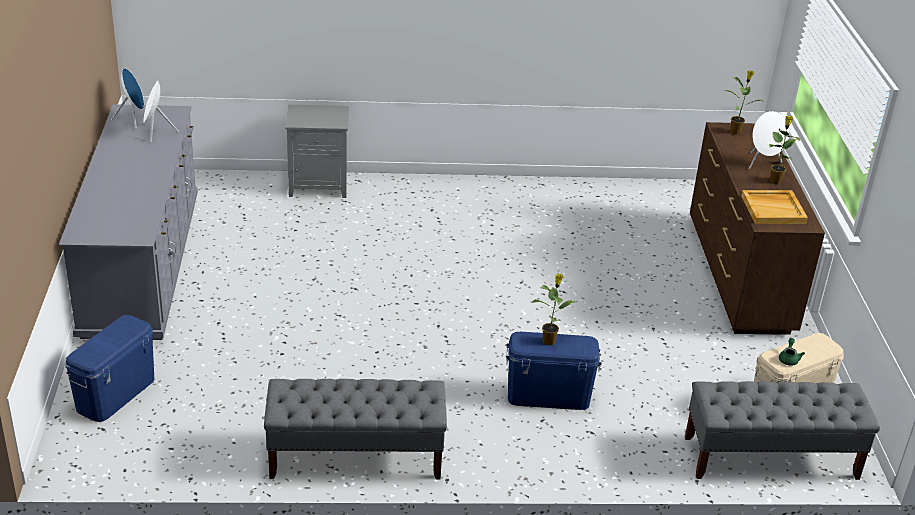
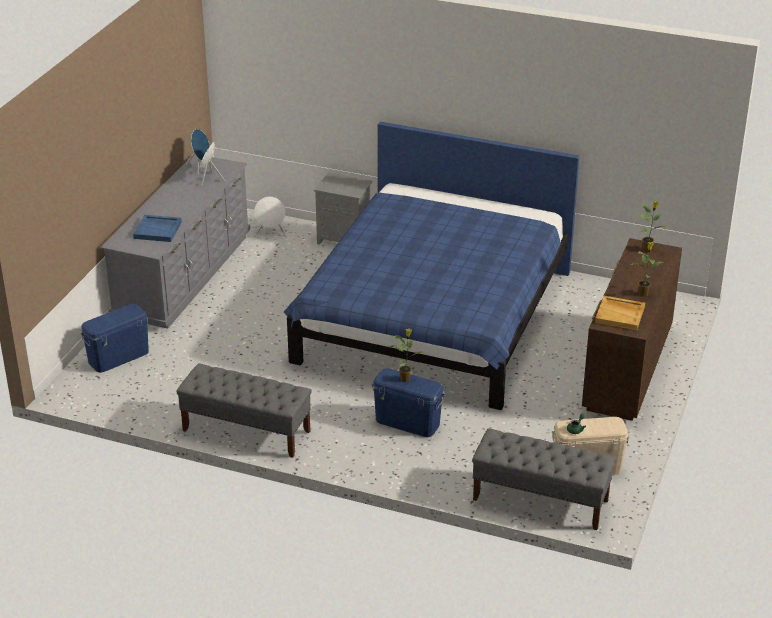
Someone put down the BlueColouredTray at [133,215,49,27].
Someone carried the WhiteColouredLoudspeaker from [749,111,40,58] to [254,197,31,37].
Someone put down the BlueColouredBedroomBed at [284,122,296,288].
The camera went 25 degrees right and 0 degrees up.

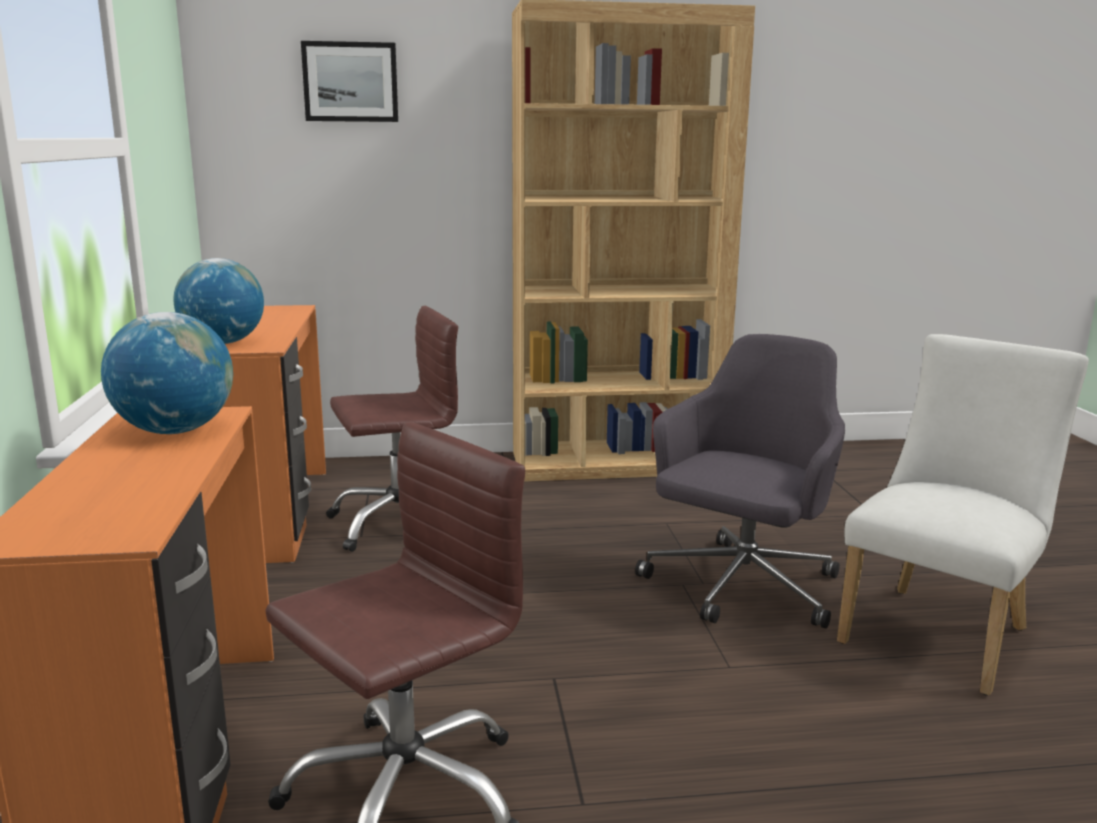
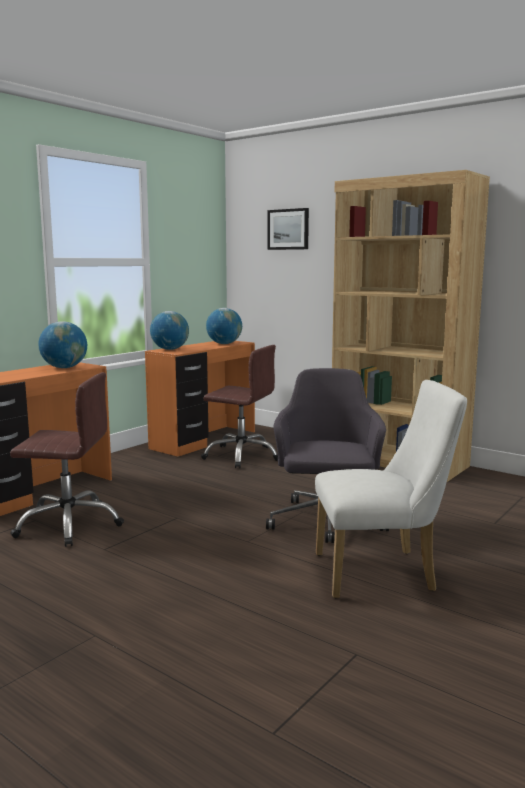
Someone put down the Globe at [206,308,36,36].
Someone rotated the GrayDeskChair at [635,334,210,295] by 75 degrees counterclockwise.
The camera went 45 degrees right and 5 degrees down.

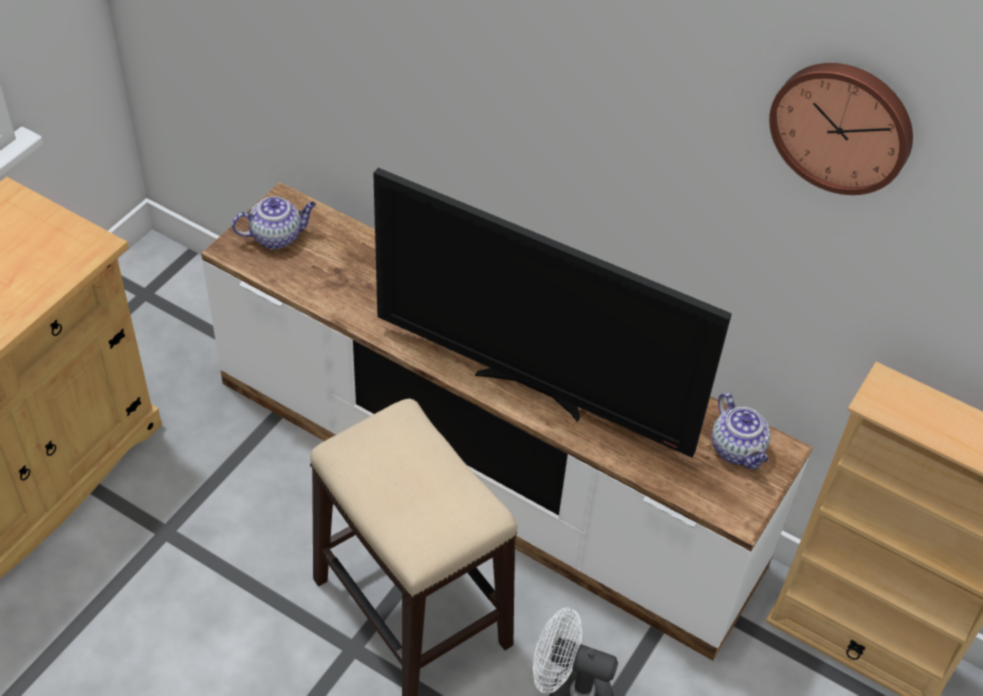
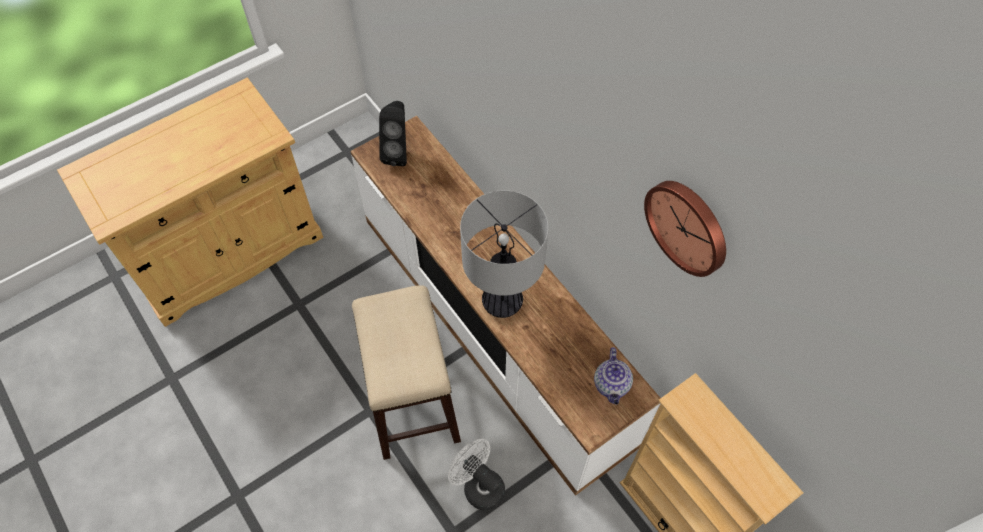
Someone swapped the TeaPot at [232,196,84,53] for the BlackLoudspeaker at [379,101,28,65].
Someone swapped the TvSet at [373,168,359,290] for the TabletopLamp at [460,190,89,128].
The camera went 25 degrees right and 10 degrees up.

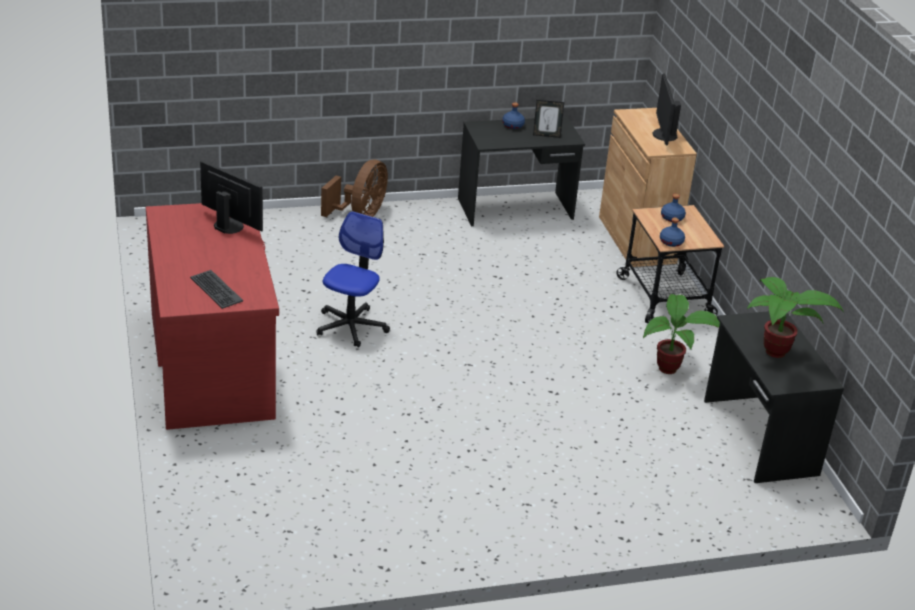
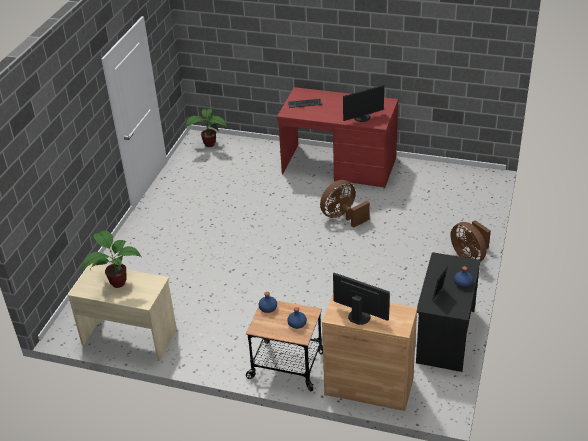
Someone repainted the BlackDeskTable at [704,311,140,172], which became the BeigeColouredDeskTable at [68,264,109,97].
Someone carried the PottedPlant from [643,294,77,80] to [186,109,41,38].
Someone swapped the DeskChair at [316,211,74,136] for the BrownishCoolingFan at [320,180,50,48].
The camera went 125 degrees right and 5 degrees up.

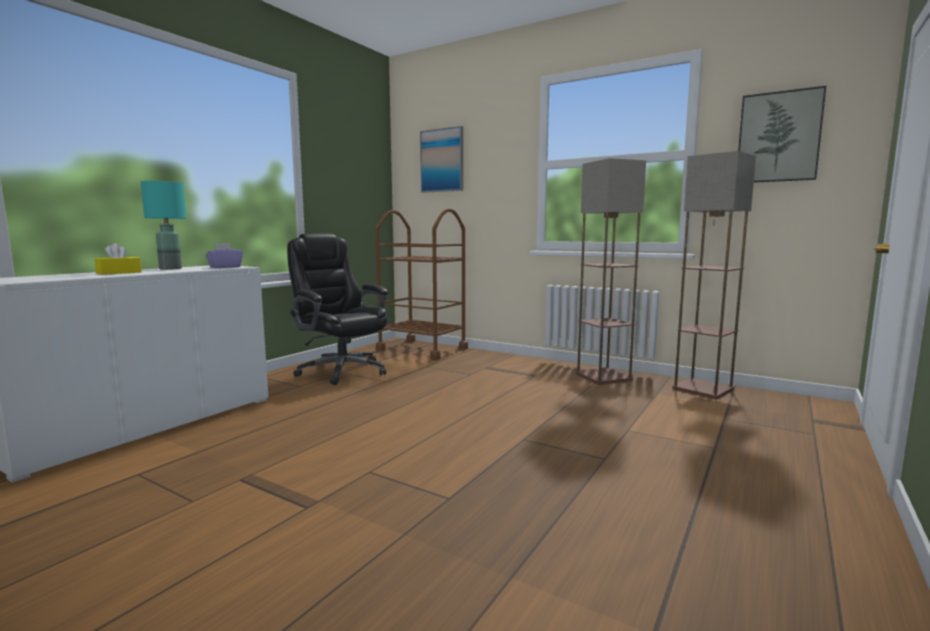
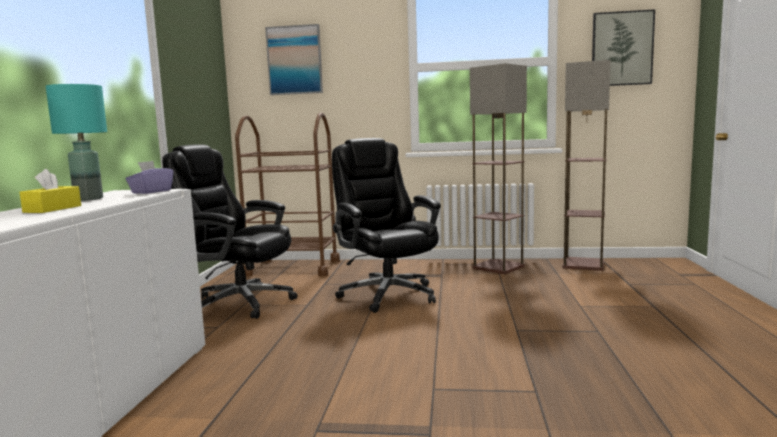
Someone put down the BlackDeskChair at [332,138,109,175].
The camera went 25 degrees left and 0 degrees up.

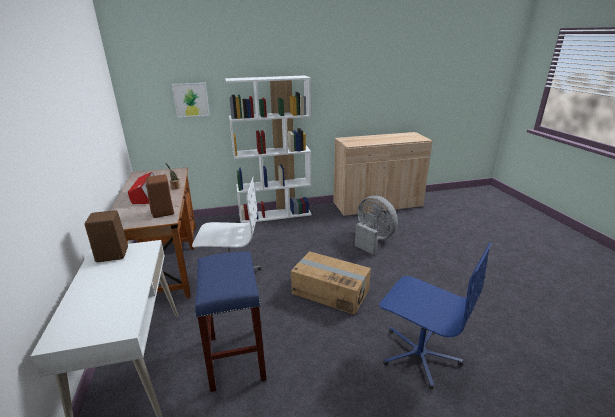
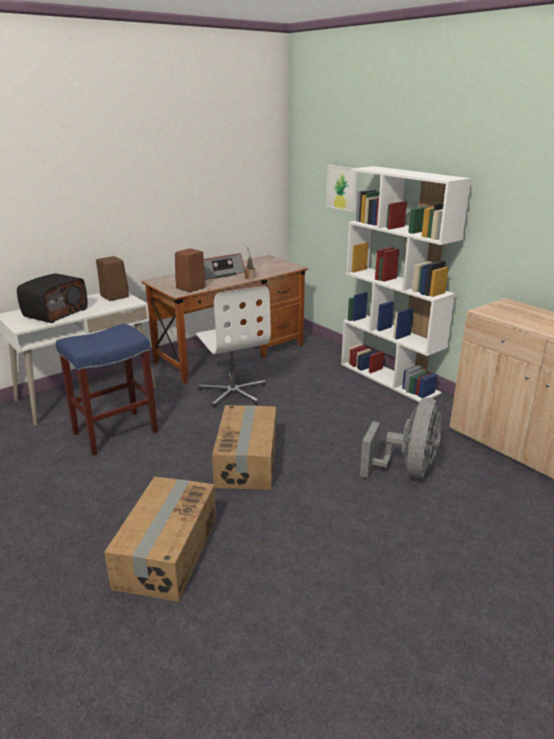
Someone put down the RadioReceiver at [17,273,71,50].
Someone swapped the BlueColouredDeskChair at [379,243,113,146] for the CardboardBox at [104,477,112,125].
The camera went 65 degrees right and 0 degrees up.

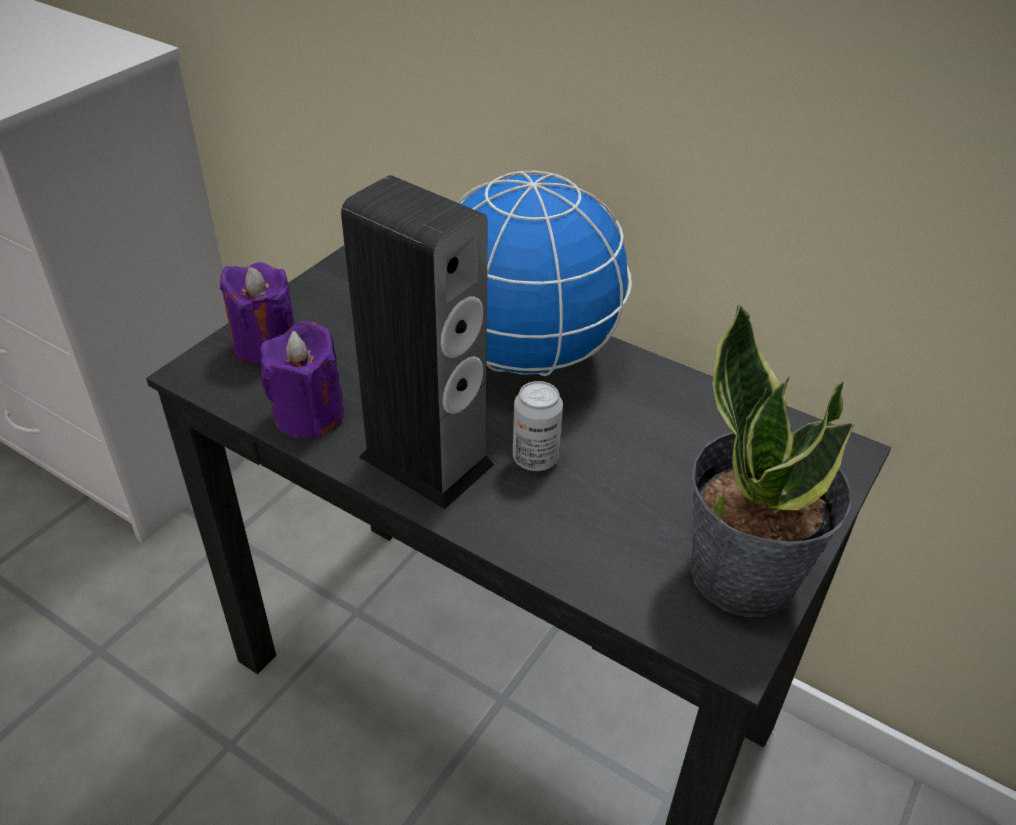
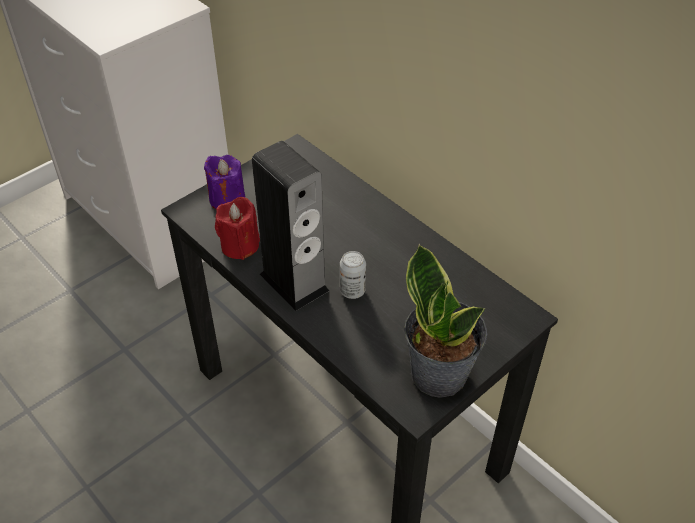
Someone repainted the PurpleColouredCandle at [261,321,83,117], which became the ReddishCandle at [215,197,45,63].
Someone took away the Globe at [457,171,175,205].
The camera went 15 degrees right and 5 degrees up.

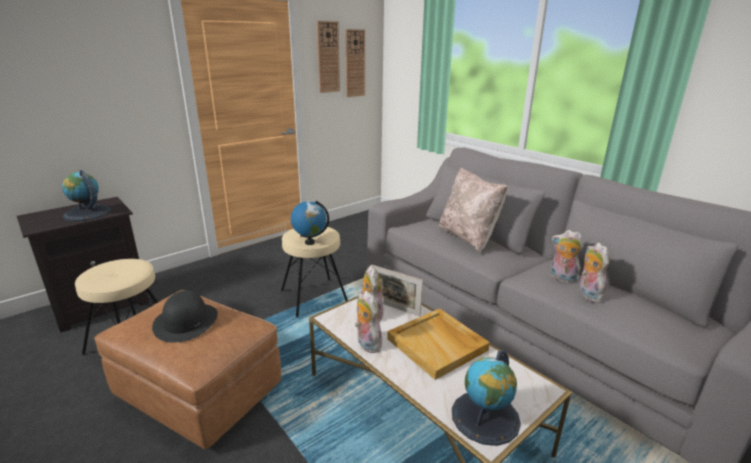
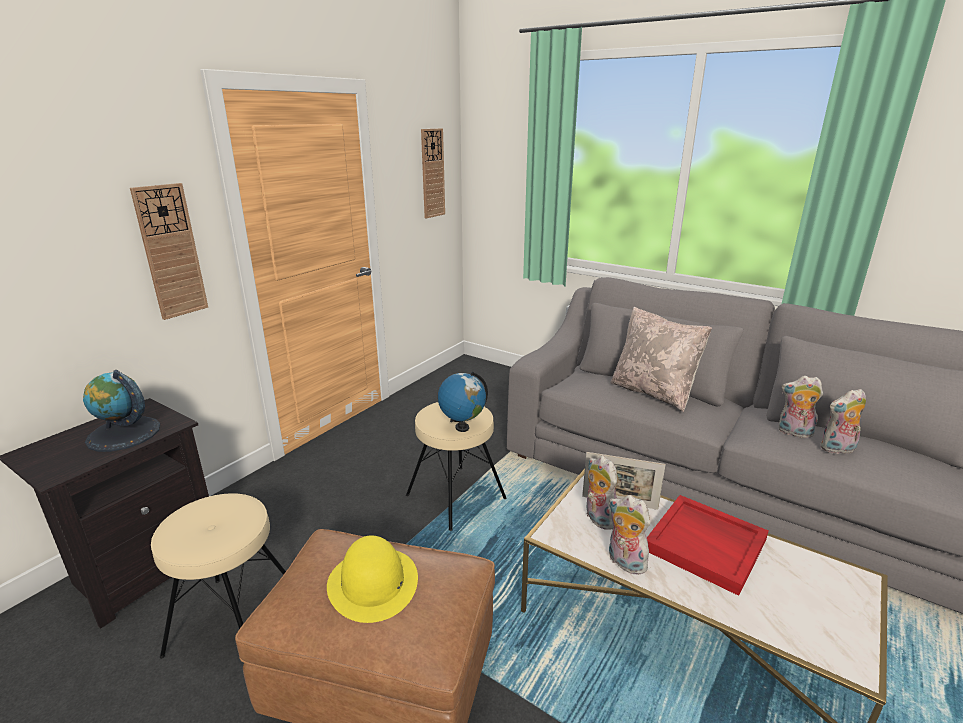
Someone carried the HangingClock from [317,21,23,72] to [130,183,78,137].
Someone repainted the BlackClothingHat at [152,290,66,53], which became the YellowClothingHat at [327,535,91,88].
Someone repainted the BeigeColouredTray at [387,308,103,72], which became the ReddishTray at [647,495,121,101].
Someone rotated the SoftToy at [579,243,31,60] by 75 degrees counterclockwise.
Someone took away the Globe at [452,350,69,96].
The camera went 15 degrees left and 0 degrees up.

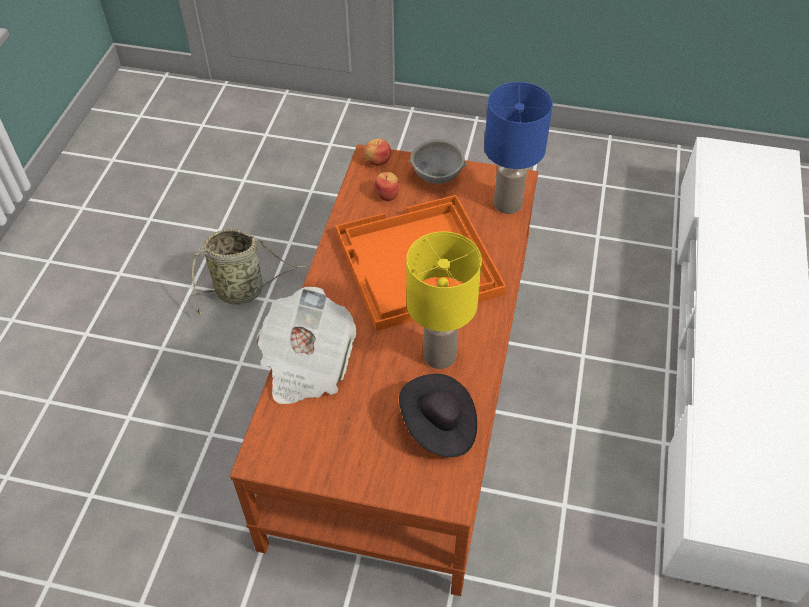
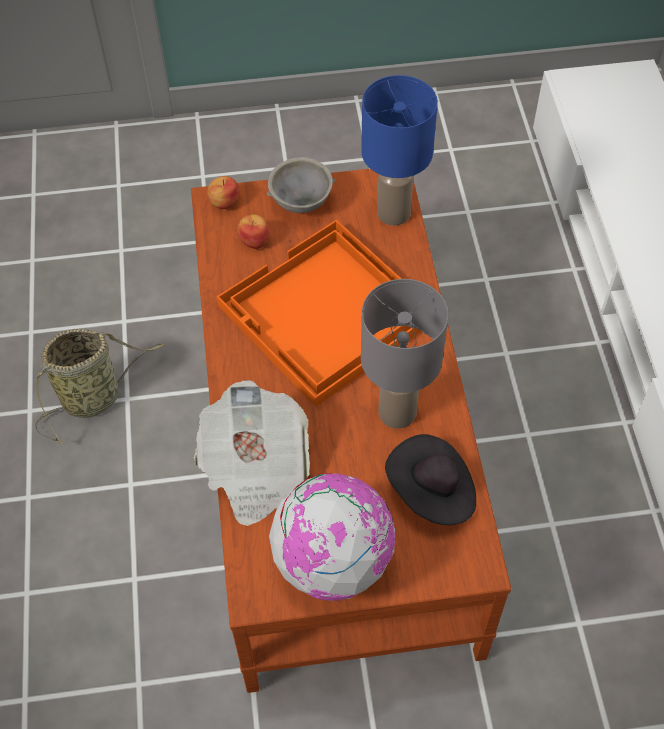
Someone put down the Globe at [269,473,126,128].
Someone repainted the YellowTabletopLamp at [406,231,76,138], which became the GrayTabletopLamp at [361,279,87,150].
The camera went 20 degrees left and 5 degrees up.

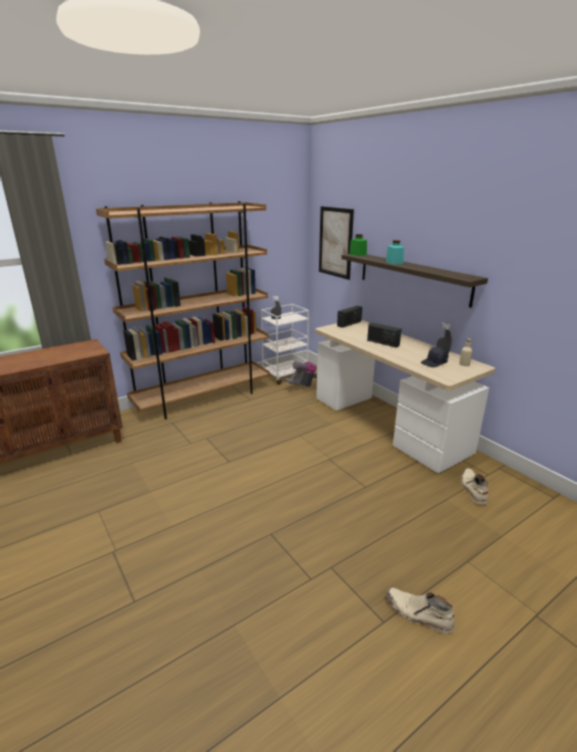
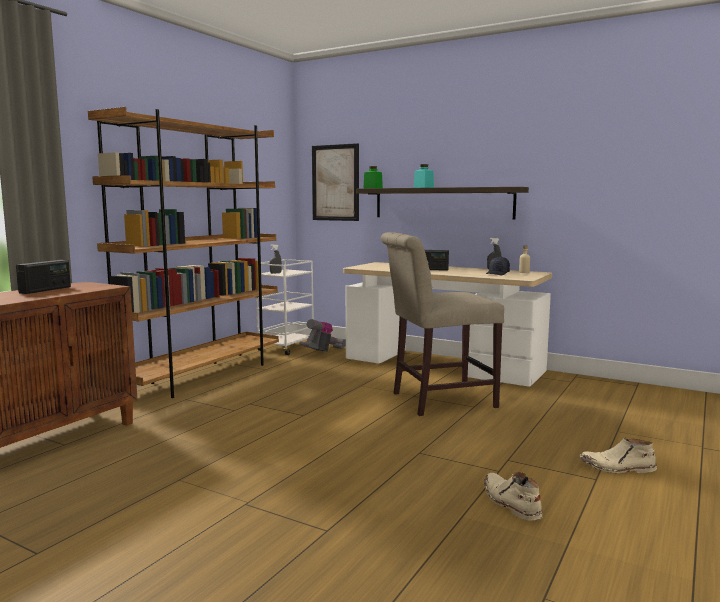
Someone carried the RadioReceiver from [337,306,25,22] to [16,260,55,34].
Someone put down the BeigeColouredChair at [381,232,123,184].
Someone carried the BeigeColouredBoot from [461,468,27,37] to [484,472,58,48].
The camera went 25 degrees left and 15 degrees down.

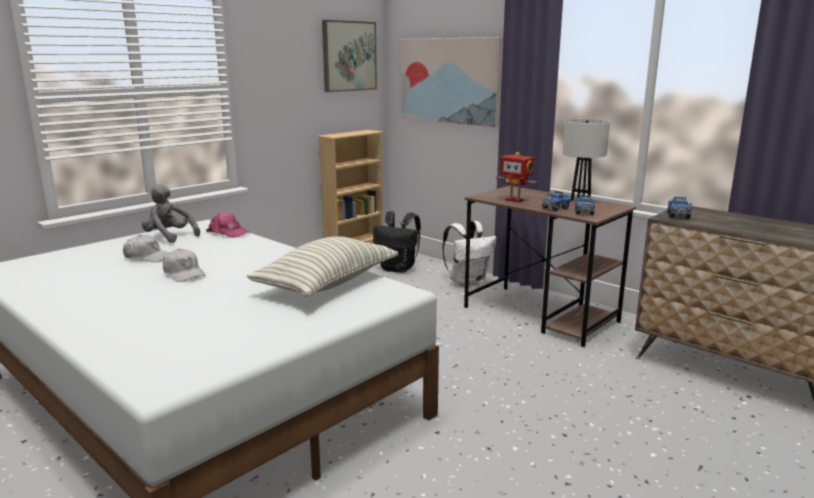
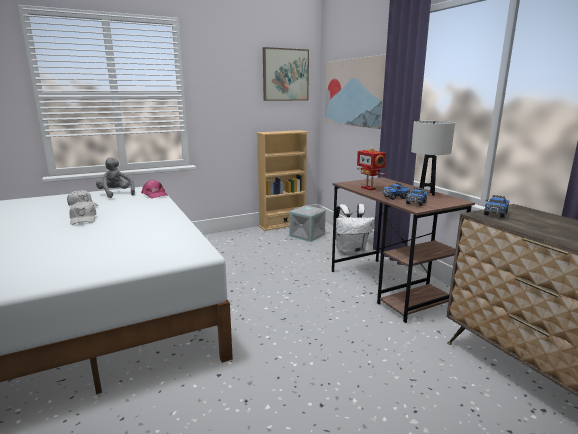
Someone swapped the BlackKnapsack at [373,211,48,62] for the GrayStorageBox at [290,205,36,37].
Someone took away the ThrowPillow at [247,236,151,61].
The camera went 20 degrees right and 0 degrees up.

